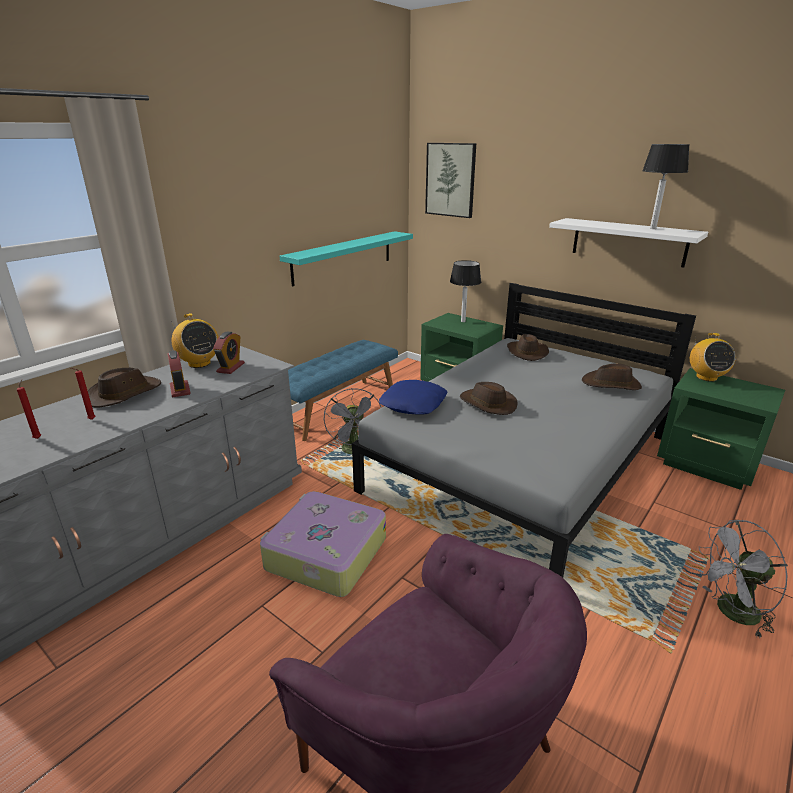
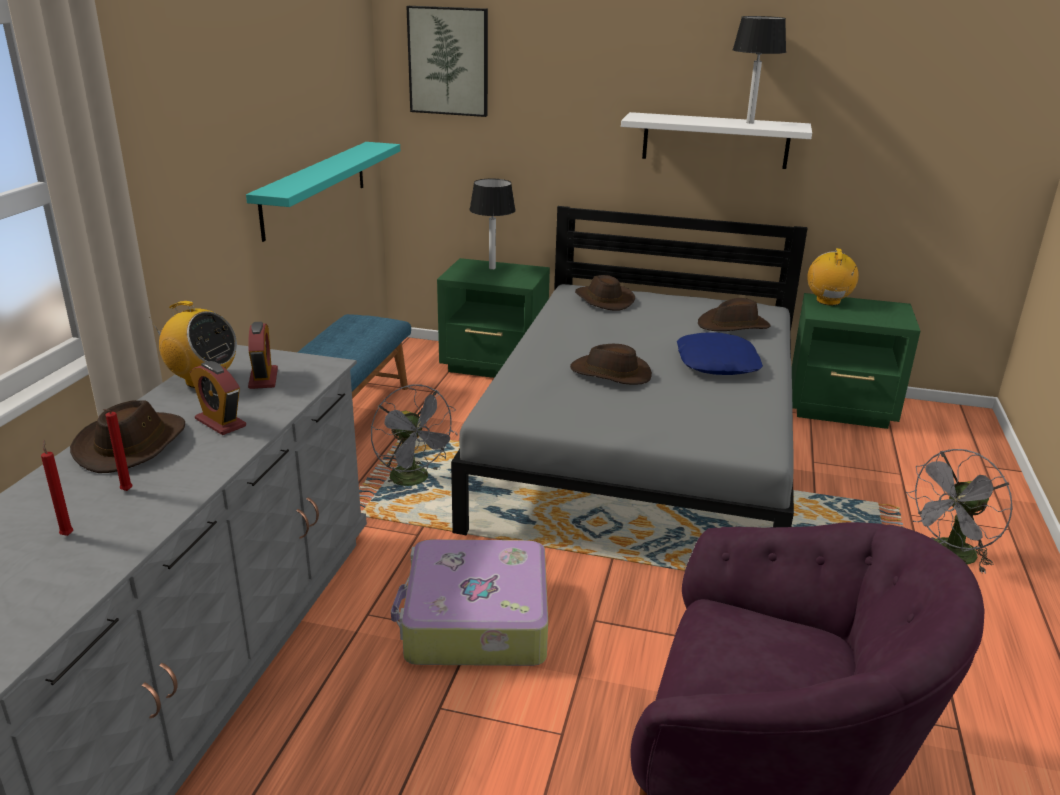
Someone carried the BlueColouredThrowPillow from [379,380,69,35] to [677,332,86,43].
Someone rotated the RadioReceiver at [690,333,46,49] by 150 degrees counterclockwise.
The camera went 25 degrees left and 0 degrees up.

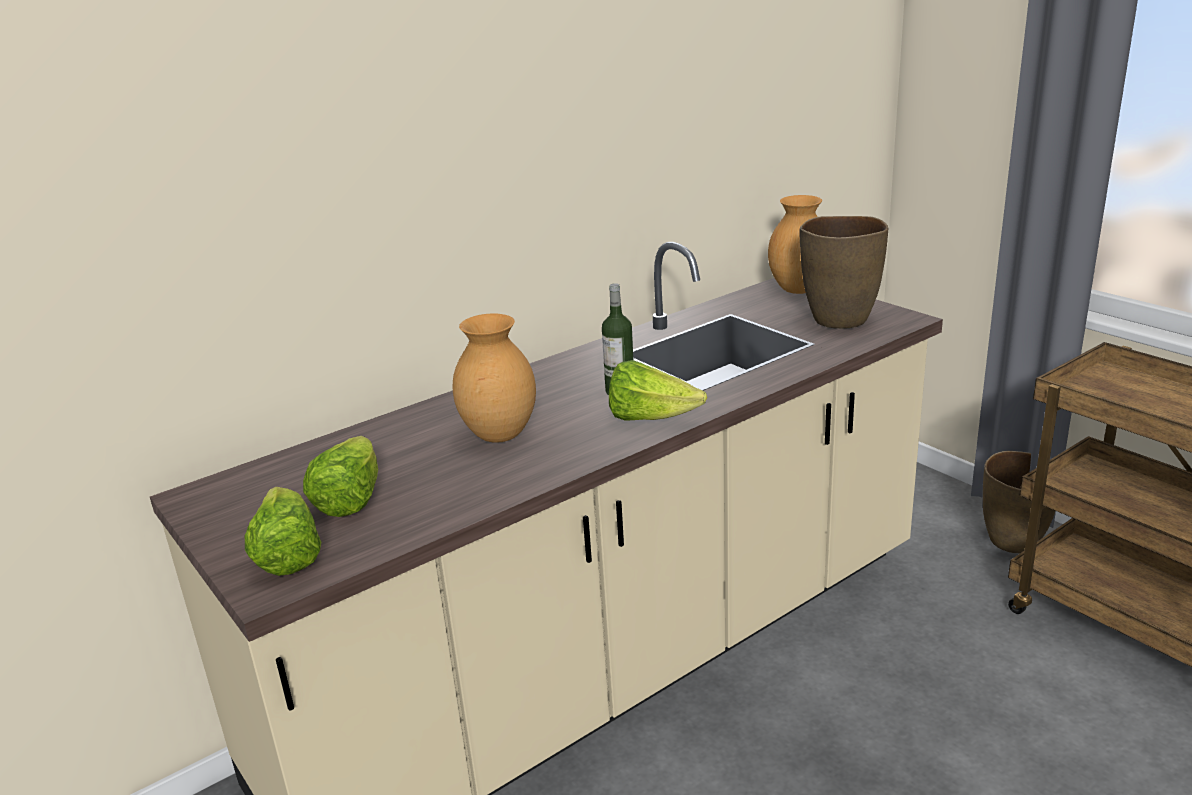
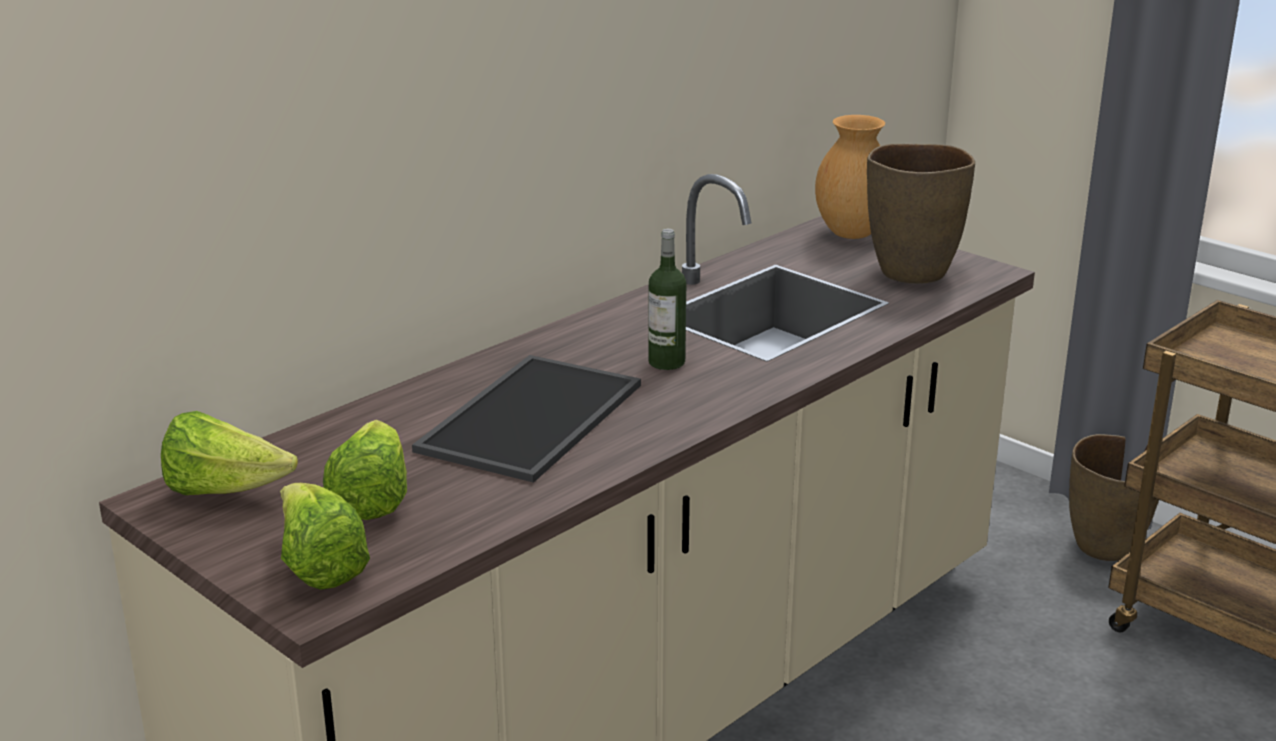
Someone carried the HeadOfLettuce from [609,360,98,61] to [161,411,137,84].
Someone swapped the BrownishVase at [453,314,83,129] for the Tray at [412,355,229,128].
The camera went 10 degrees left and 0 degrees up.

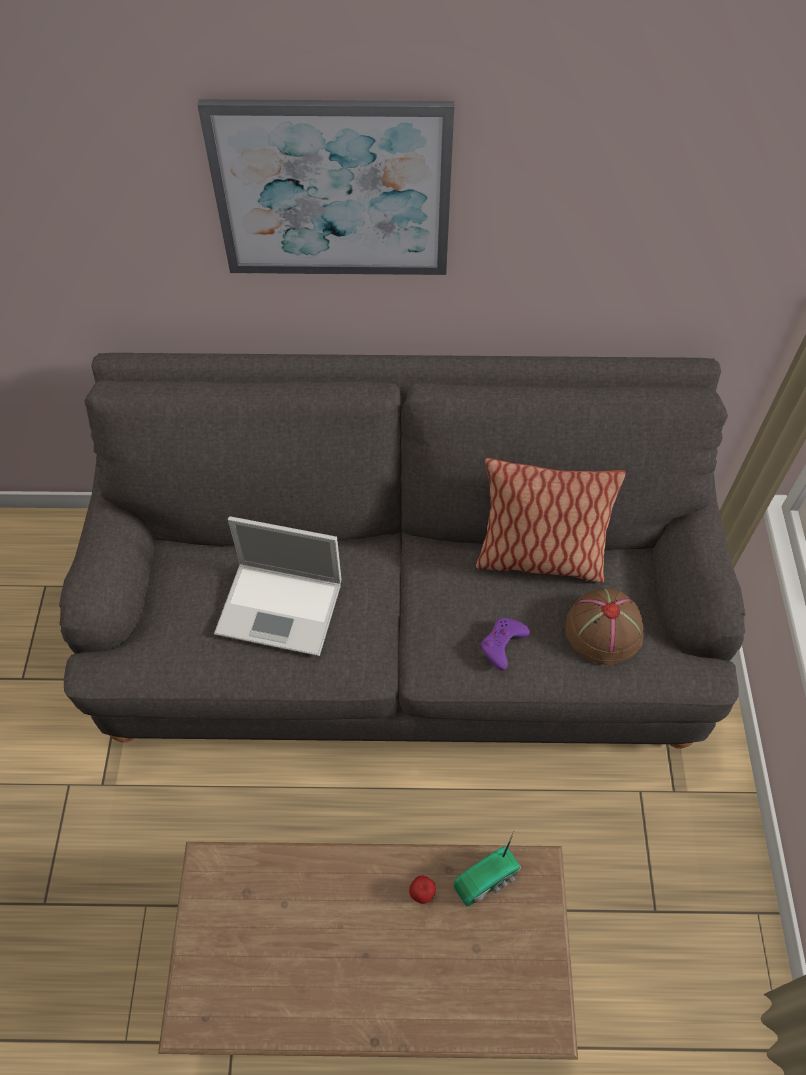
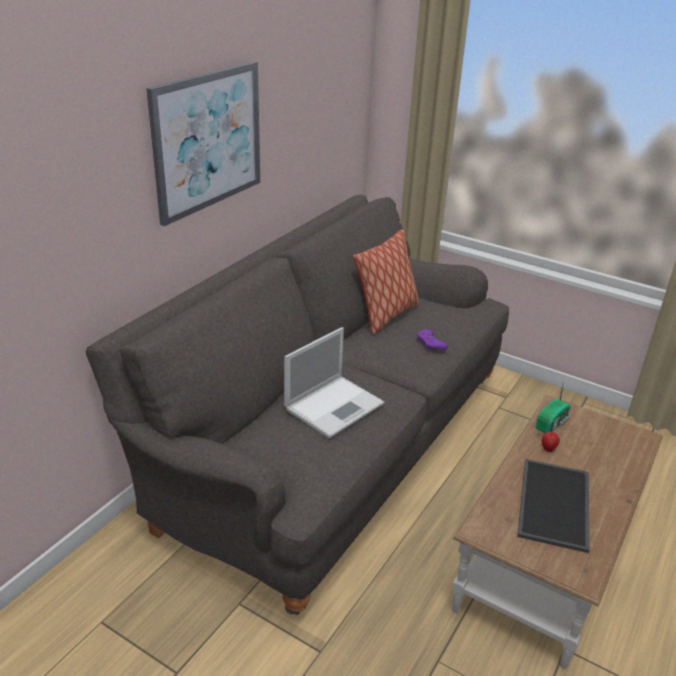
Someone put down the Tray at [517,459,73,94].
Someone rotated the RadioReceiver at [454,832,67,75] by 45 degrees clockwise.
Someone took away the BrownishClothingHat at [565,588,79,77].
The camera went 60 degrees left and 25 degrees down.

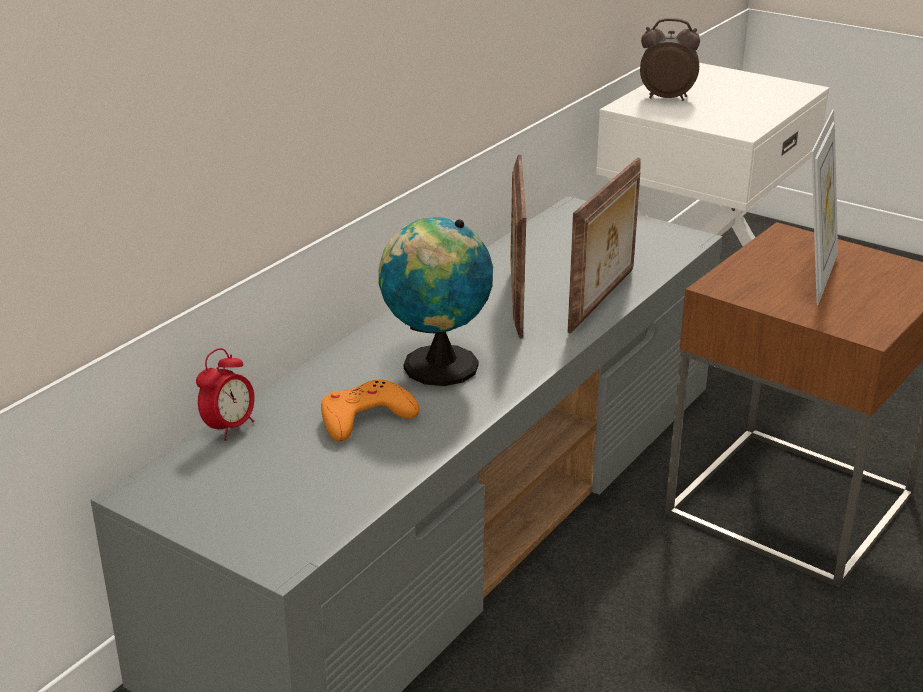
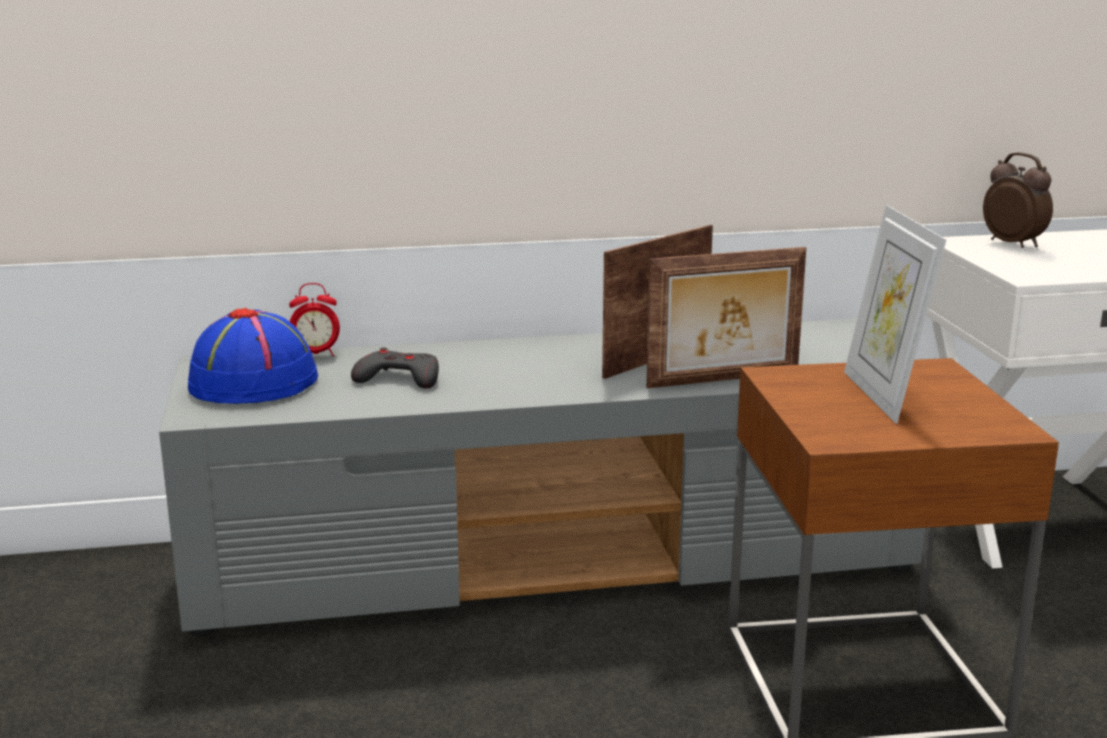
Someone put down the BlueColouredClothingHat at [188,308,130,96].
Someone repainted the OrangeGameController at [321,379,98,63], which became the GrayGameController at [351,347,88,41].
Someone rotated the PhotoFrame at [811,109,27,196] by 105 degrees clockwise.
Someone took away the Globe at [378,217,115,169].
The camera went 45 degrees right and 10 degrees down.

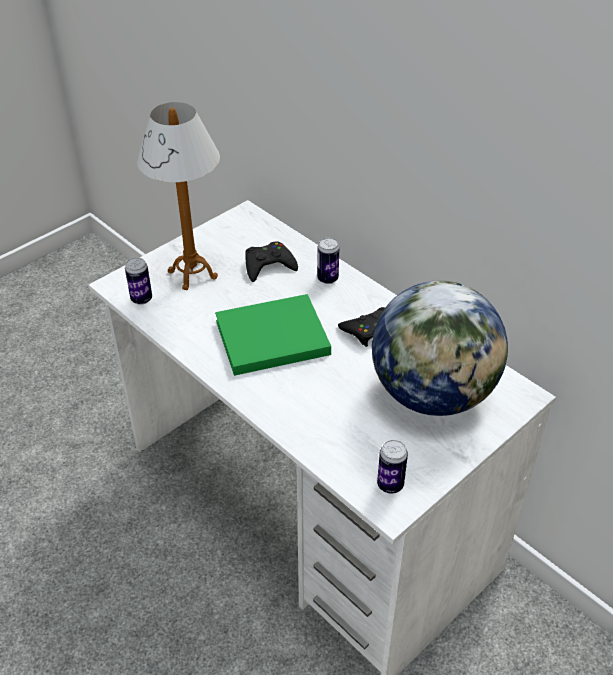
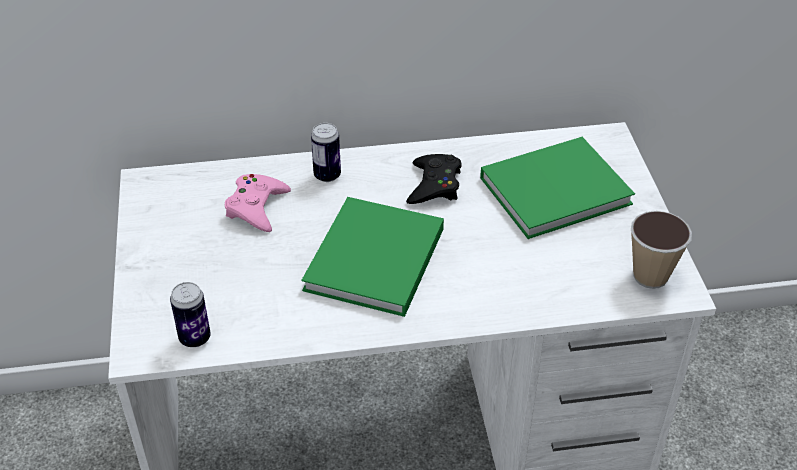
Someone repainted the BlackGameController at [245,242,53,40], which became the PinkishGameController at [225,174,66,58].
Someone swapped the Globe at [372,280,136,136] for the GreenColouredVolume at [480,137,155,102].
Someone swapped the SealedCan at [377,440,31,53] for the SmallCup at [631,211,61,78].
Someone took away the TabletopLamp at [137,102,83,188].
The camera went 55 degrees left and 0 degrees up.

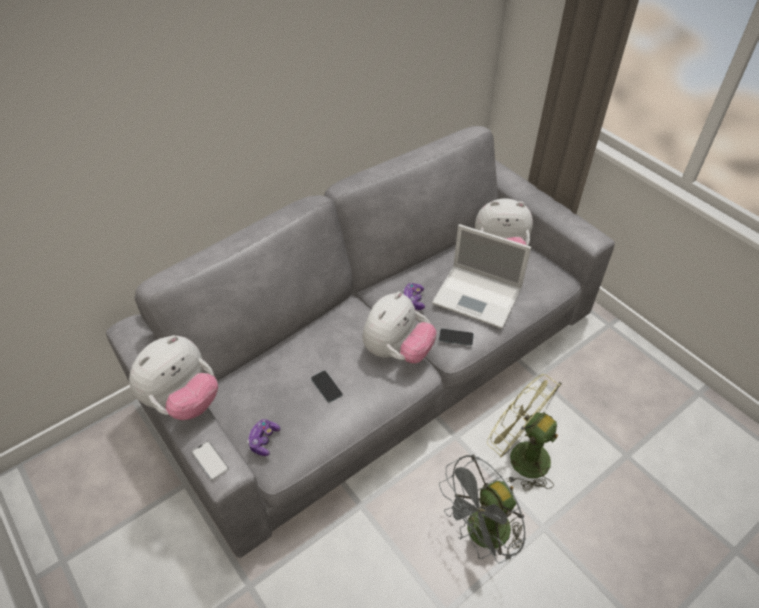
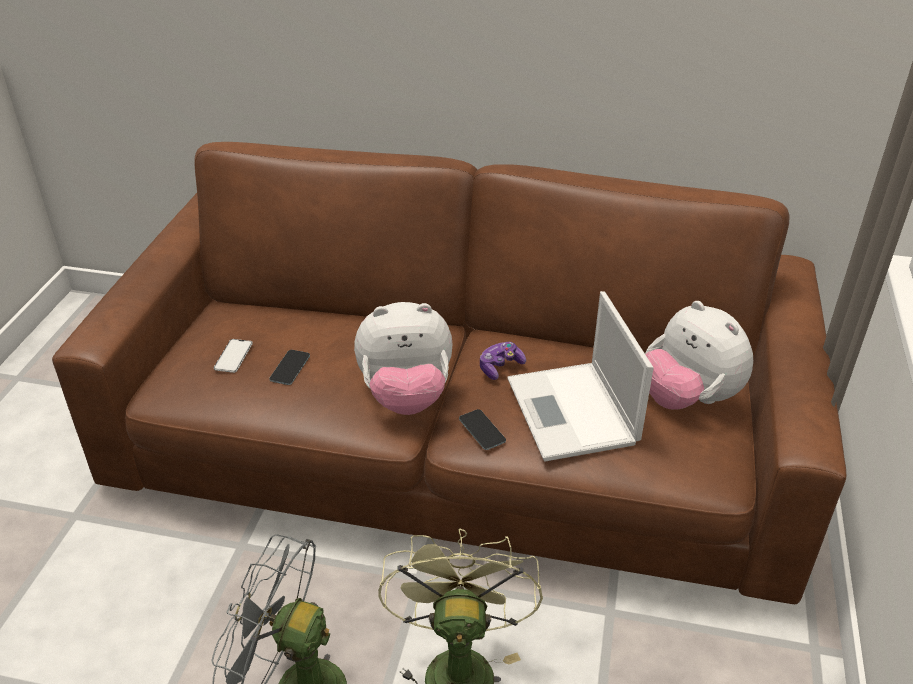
Someone repainted the GraySofa at [106,126,509,432], which became the BrownishSofa at [52,142,794,462].
Someone carried the Telephone from [192,441,37,39] to [214,339,39,34].
Someone took away the SoftToy at [129,335,89,85].
Someone took away the GameController at [247,419,34,37].
The camera went 50 degrees right and 10 degrees down.

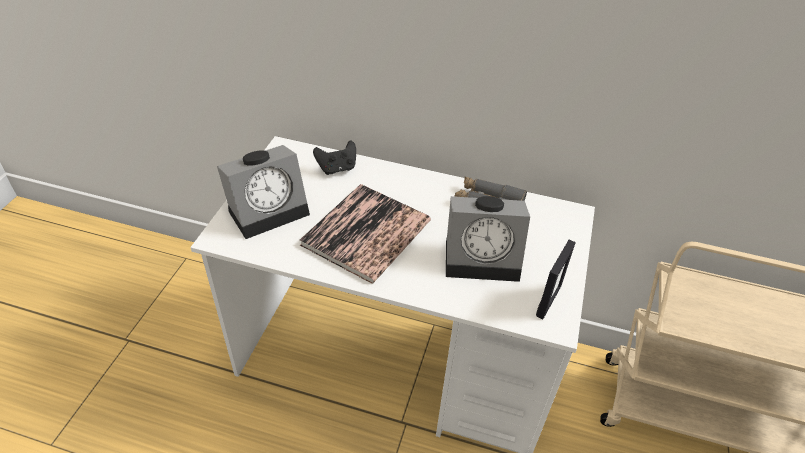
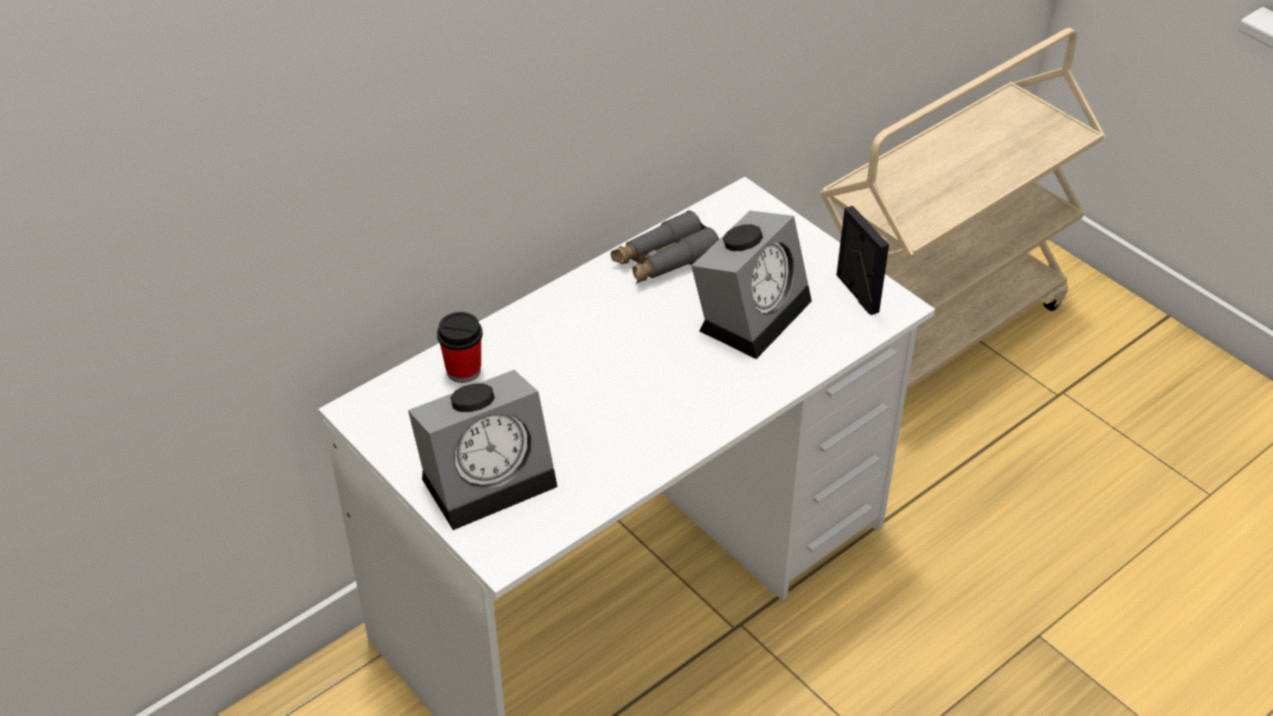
Someone rotated the AlarmClock at [217,145,93,94] by 60 degrees clockwise.
Someone swapped the BlackGameController at [313,140,43,35] for the SmallCup at [437,312,46,71].
Someone took away the Volume at [300,184,131,100].
The camera went 55 degrees left and 0 degrees up.

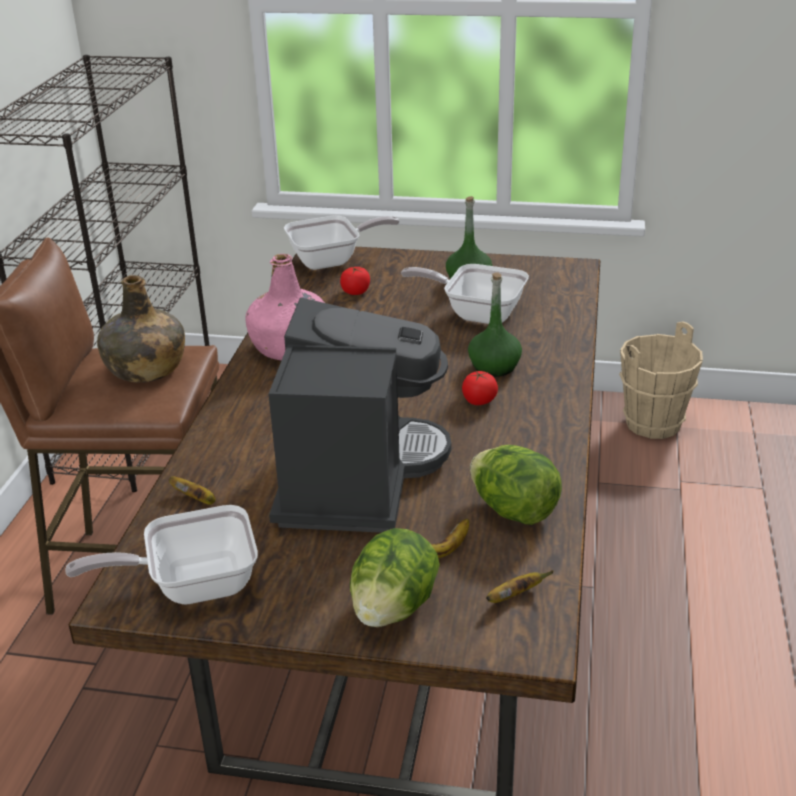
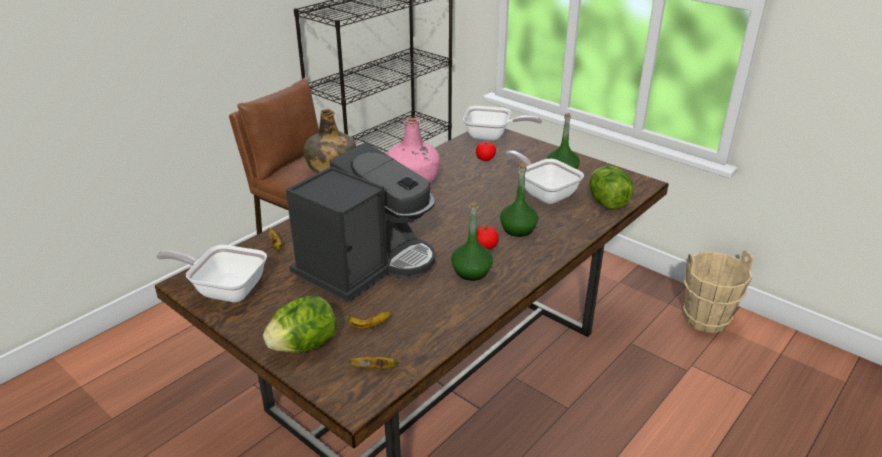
Someone put down the GreenColouredBeverageBottle at [451,202,42,79].
Someone carried the HeadOfLettuce from [470,445,92,80] to [590,166,44,44].
The camera went 30 degrees right and 0 degrees up.

